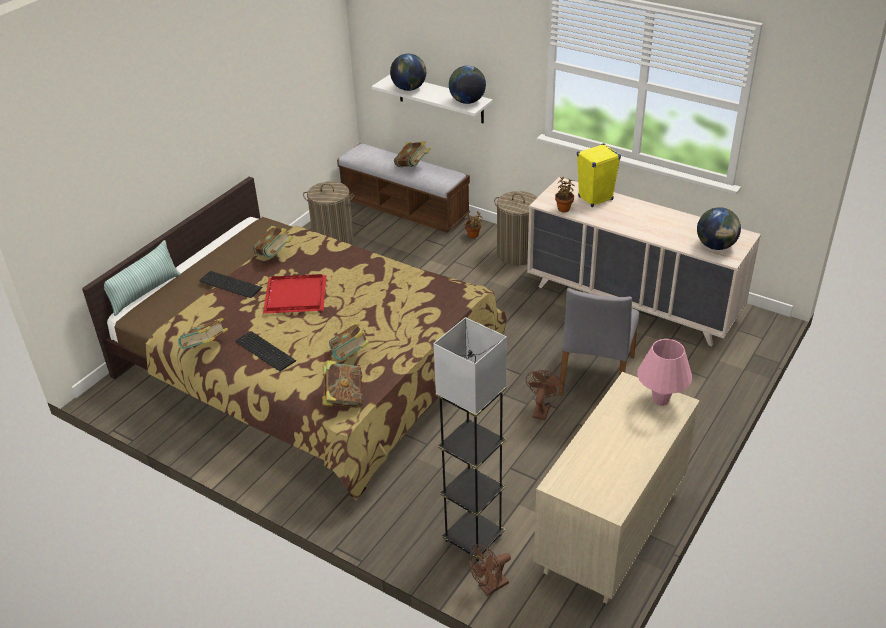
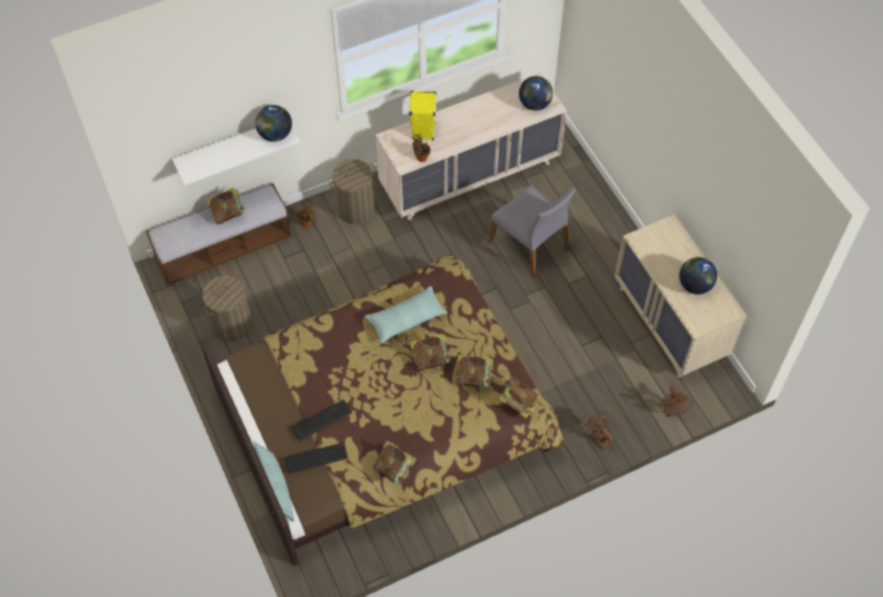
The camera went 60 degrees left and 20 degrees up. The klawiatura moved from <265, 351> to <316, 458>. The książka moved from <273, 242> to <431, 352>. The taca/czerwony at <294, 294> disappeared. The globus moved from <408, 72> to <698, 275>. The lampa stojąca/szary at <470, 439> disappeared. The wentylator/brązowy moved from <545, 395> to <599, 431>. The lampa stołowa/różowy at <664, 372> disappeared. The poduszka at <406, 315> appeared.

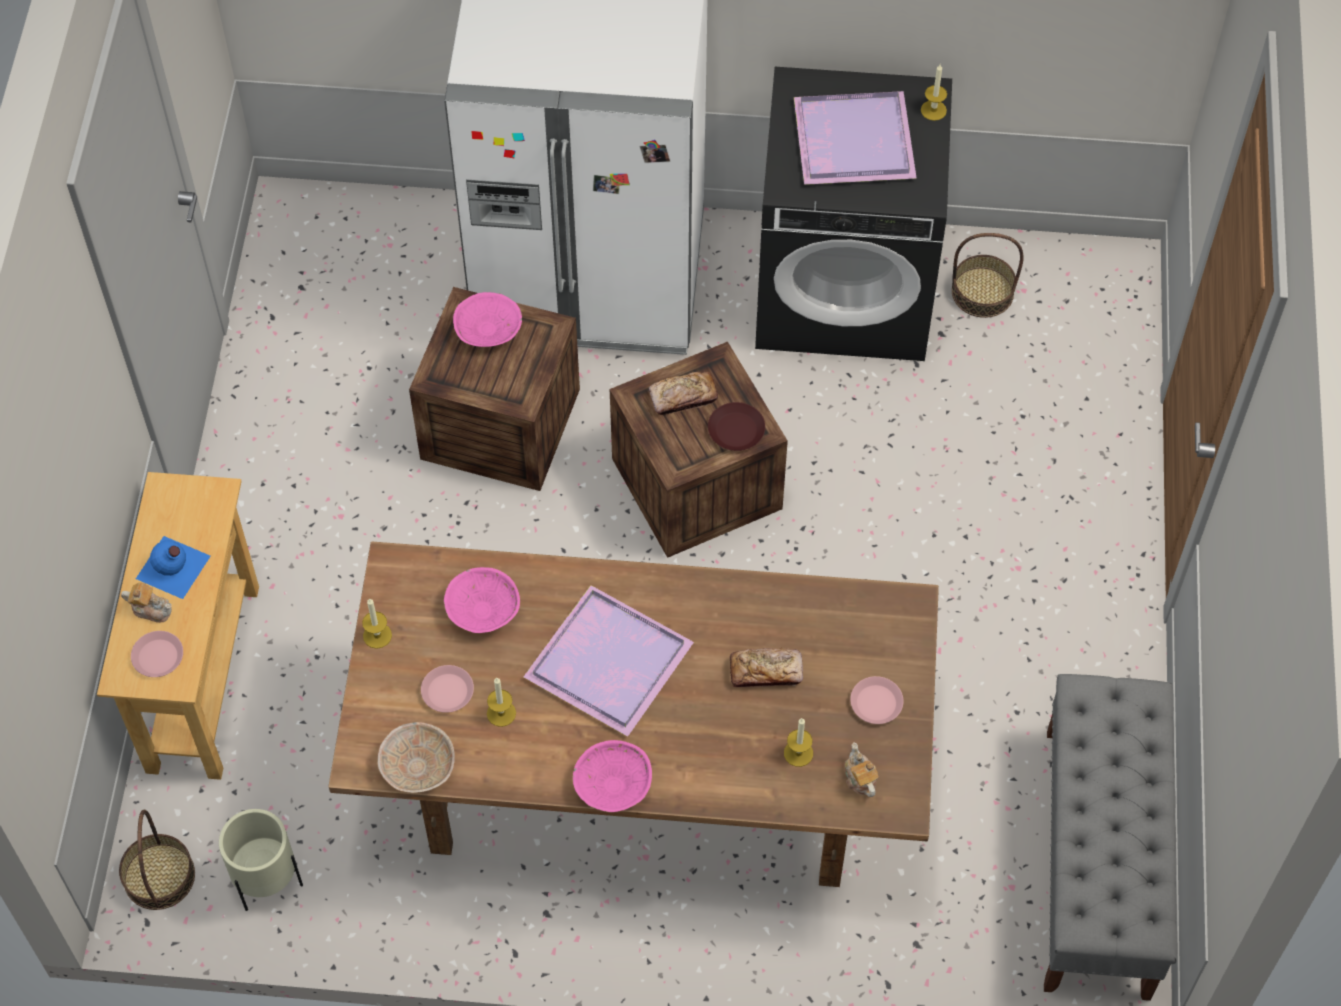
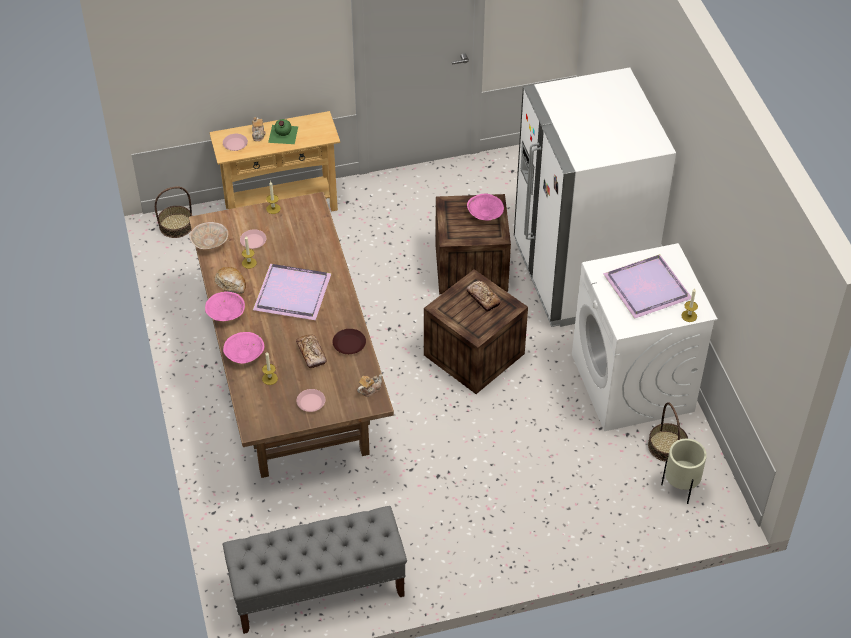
The camera went 70 degrees right and 10 degrees down. The butelka/niebieski at <173, 567> became the butelka/zielony at <283, 131>. The donica/beżowy moved from <261, 860> to <684, 471>. The miska/różowy moved from <482, 600> to <243, 348>. The talerz/brązowy moved from <736, 426> to <349, 341>. The pralka/czarny at <853, 214> became the pralka/biały at <645, 337>. The imbryk moved from <862, 770> to <370, 385>. The chleb at <230, 280> appeared.

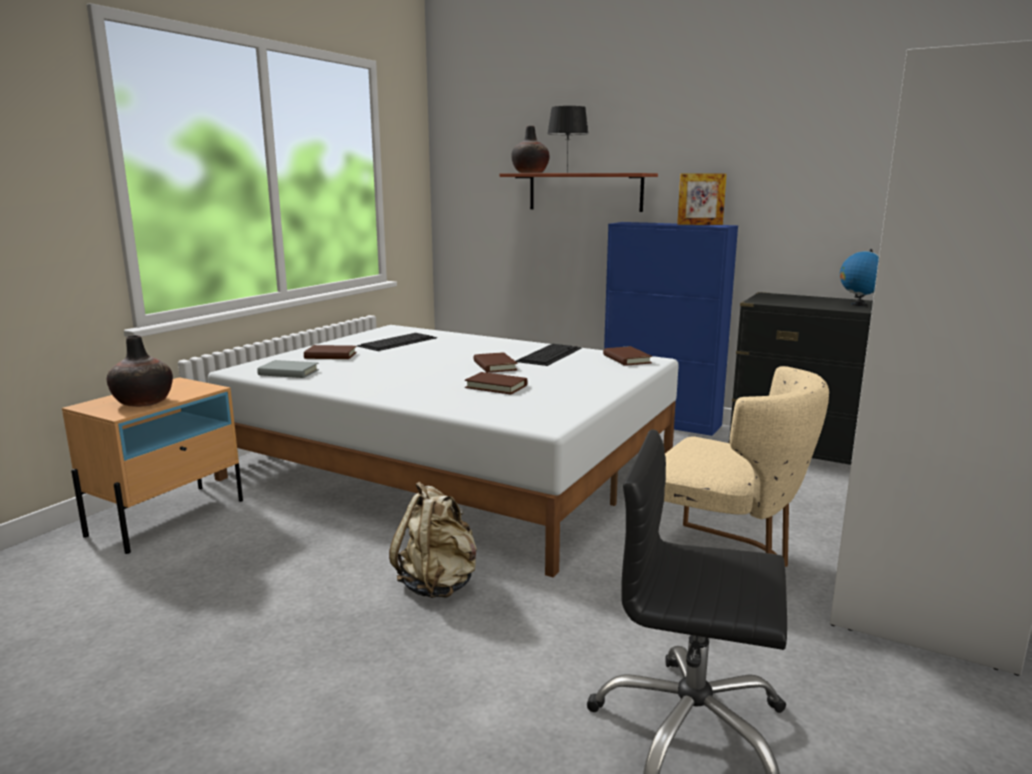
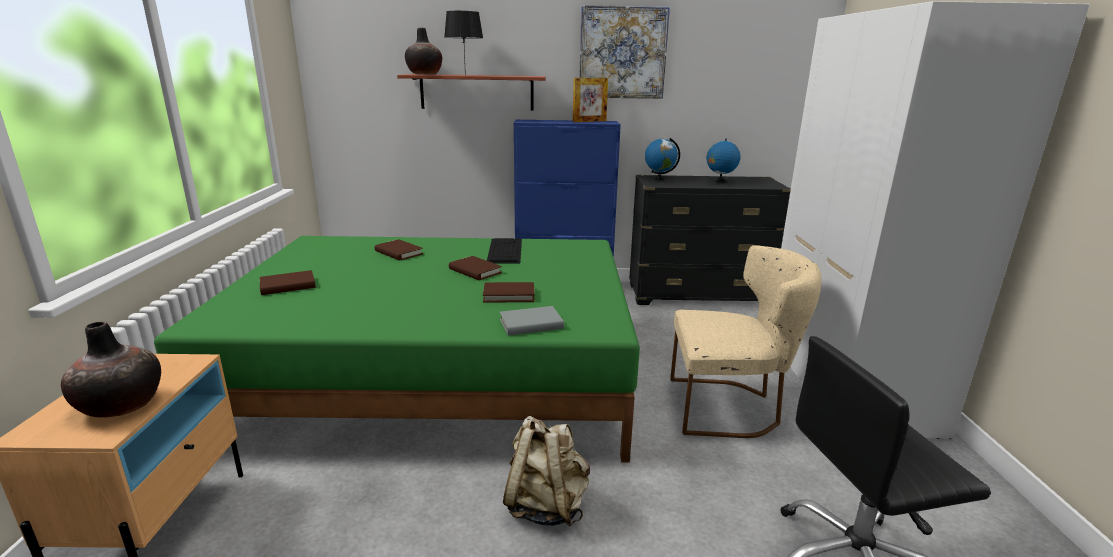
The camera went 30 degrees left and 5 degrees up. The łóżko/biały at <443, 451> became the łóżko/zielony at <397, 349>. The książka/szary moved from <288, 369> to <532, 320>. The klawiatura at <397, 342> disappeared. The książka/brązowy moved from <627, 356> to <399, 250>. The obraz at <624, 52> appeared. The globus at <662, 159> appeared.

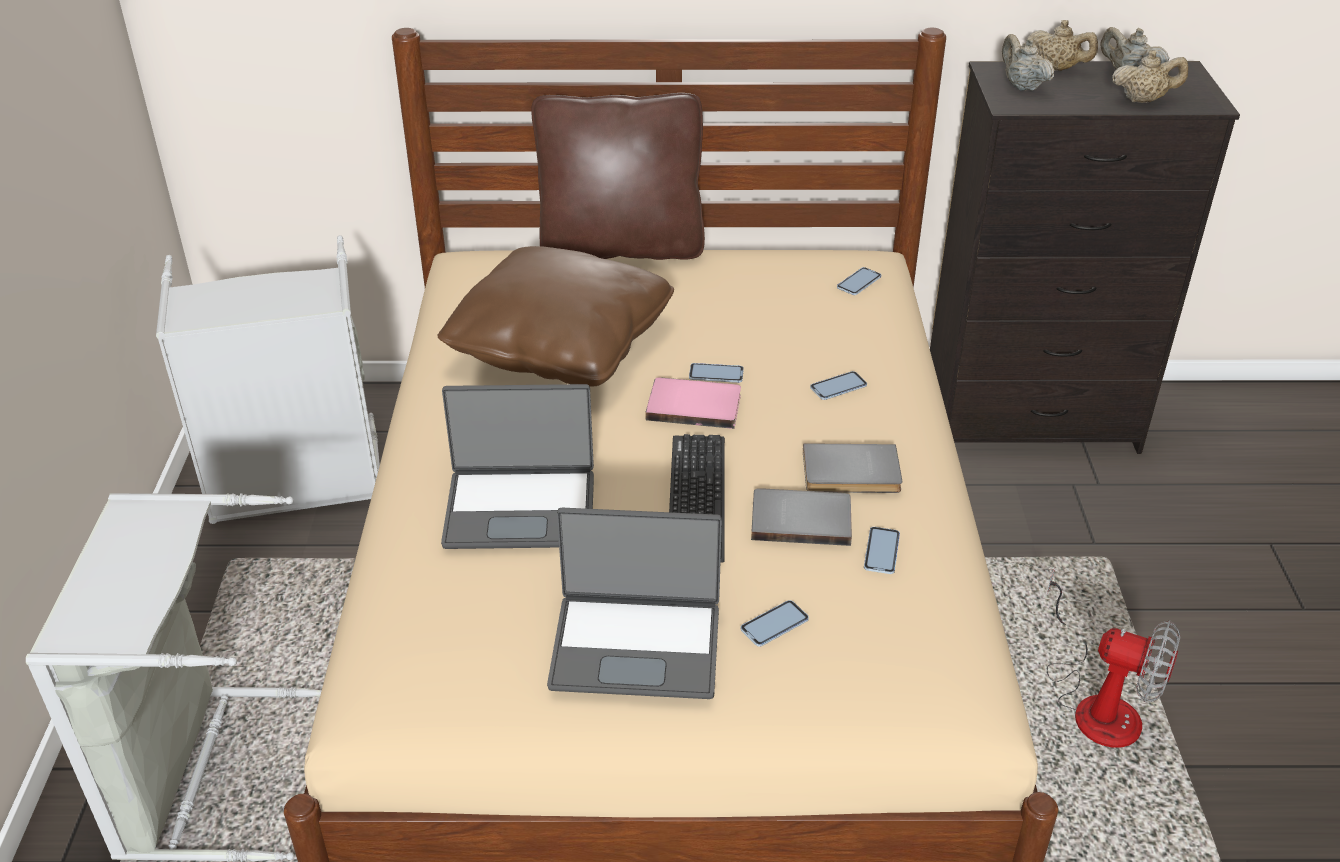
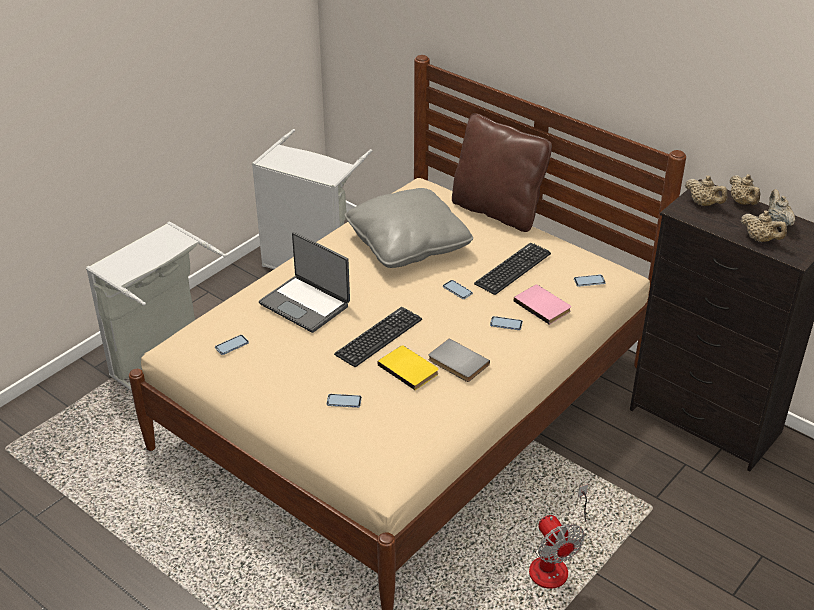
The camera went 40 degrees right and 0 degrees up. The poduszka/brązowy at <556, 316> became the poduszka/szary at <409, 228>. The laptop at <634, 603> disappeared. The książka/różowy moved from <693, 403> to <542, 305>. The książka/szary at <801, 517> became the książka/żółty at <408, 367>. The telefon moved from <882, 550> to <232, 345>. The imbryk/beżowy at <1028, 62> turned 120 degrees clockwise. The klawiatura at <512, 269> appeared.

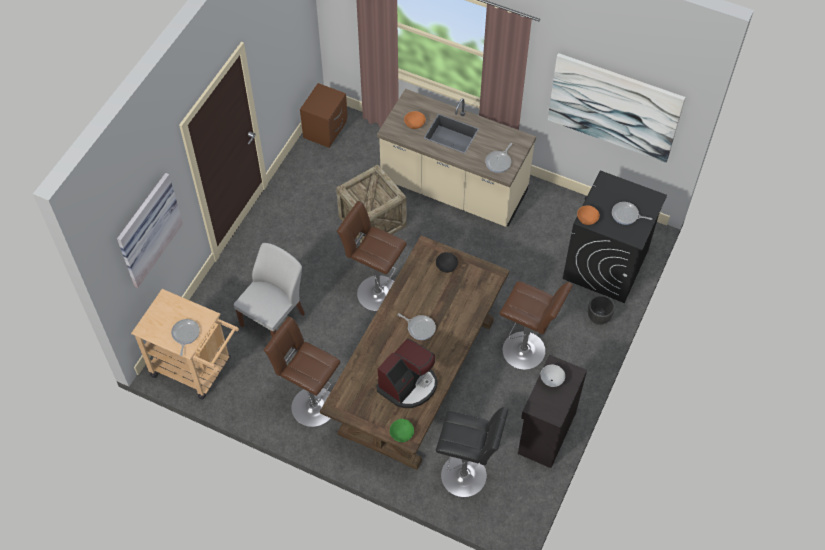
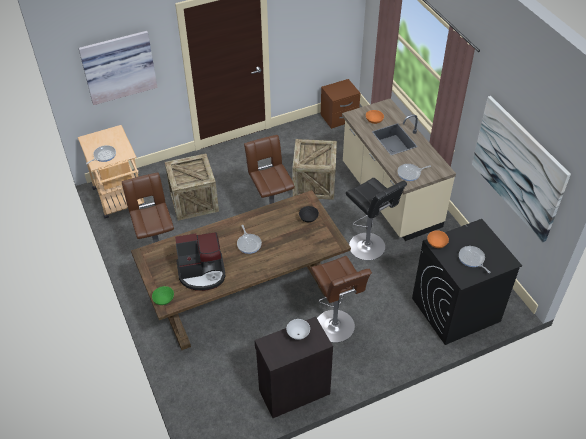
The camera went 40 degrees right and 10 degrees down. The krzesło/biały at <269, 290> was replaced by the skrzynka at <192, 187>. The stołek/czarny moved from <472, 452> to <376, 219>. The donica/czarny at <601, 310> disappeared.

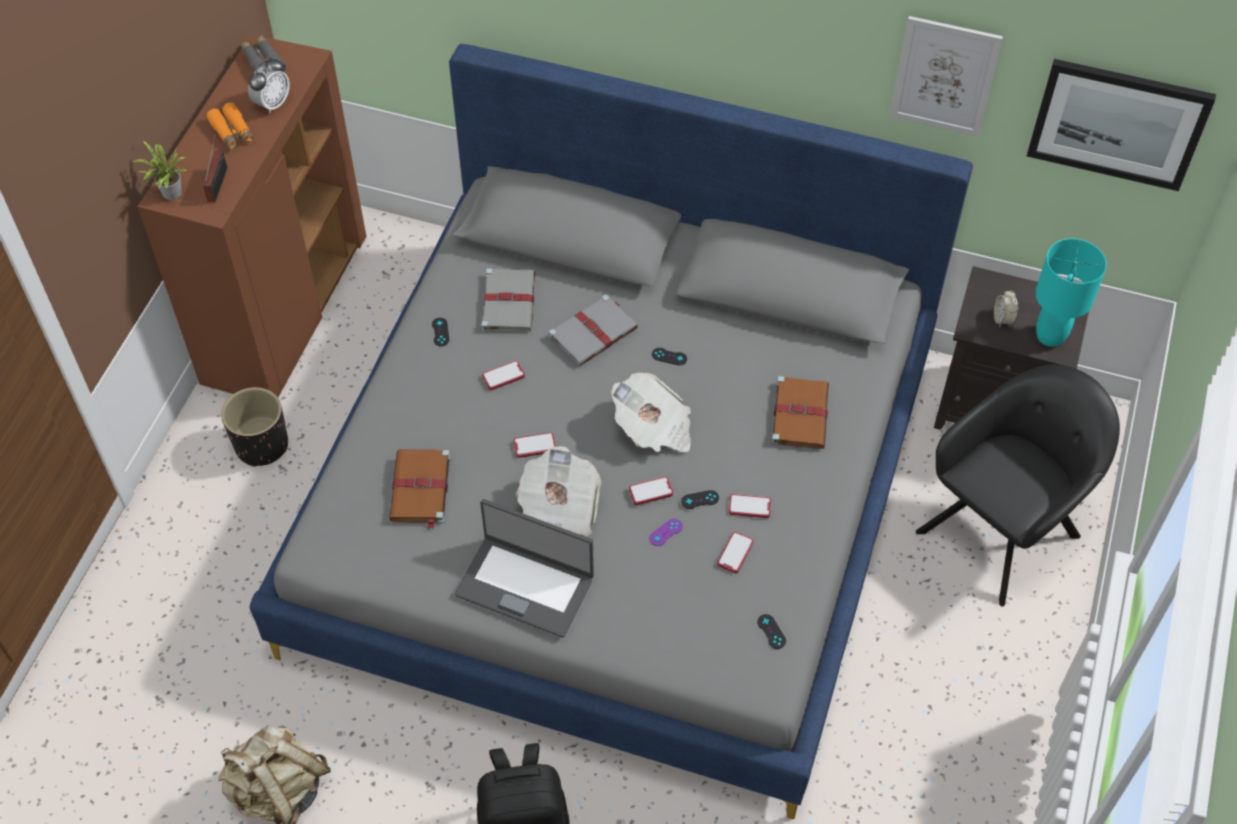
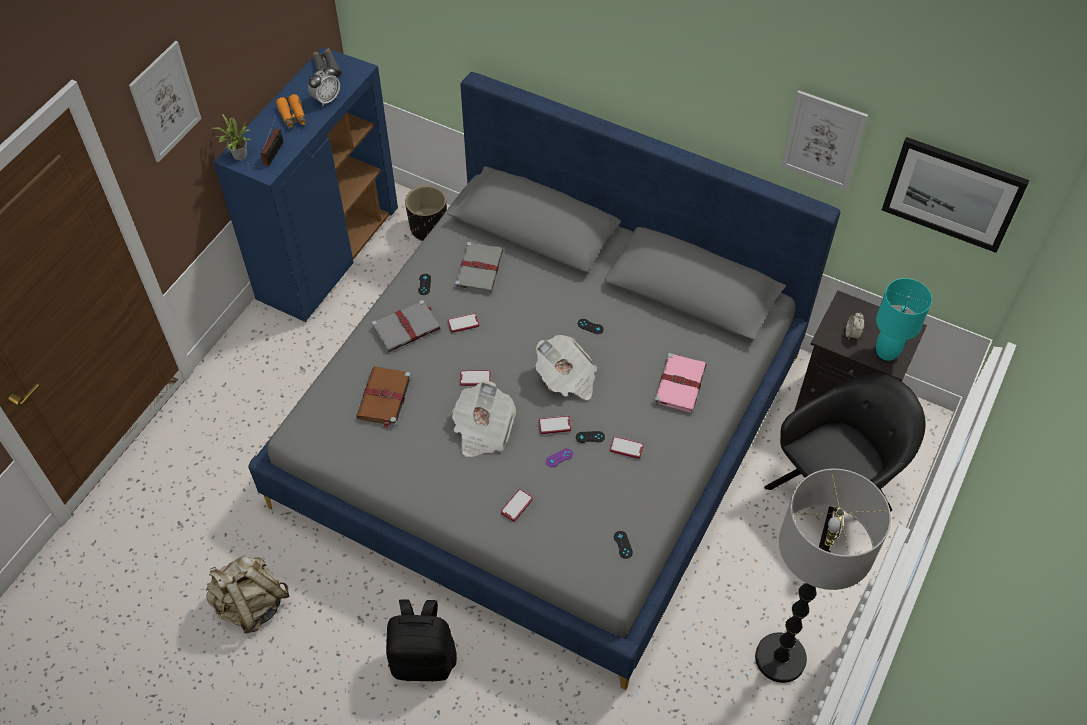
The camera went 10 degrees right and 0 degrees up. The szafka/brązowy at <252, 216> became the szafka/niebieski at <306, 184>. The donica/czarny moved from <254, 427> to <426, 213>. The laptop at <524, 568> disappeared. The książka/szary moved from <593, 330> to <406, 326>. The telefon moved from <735, 552> to <517, 505>. The książka/brązowy at <800, 412> became the książka/różowy at <680, 383>. The obraz at <165, 101> appeared. The lampa stojąca at <823, 576> appeared.

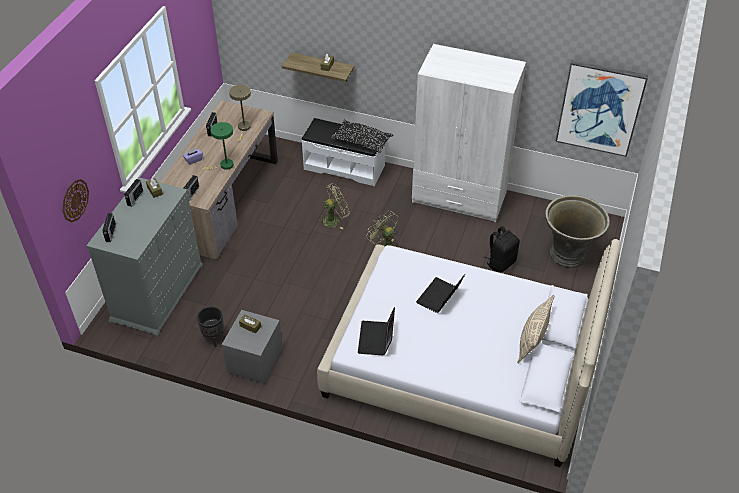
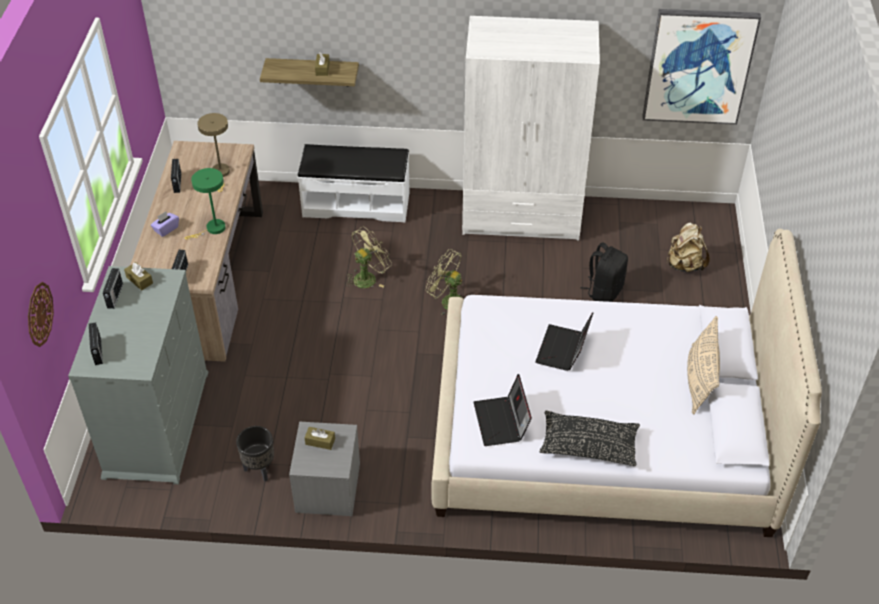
The camera went 15 degrees left and 0 degrees up. The poduszka/czarny moved from <362, 136> to <589, 438>. The donica/szary at <577, 231> was replaced by the plecak/beżowy at <688, 247>.

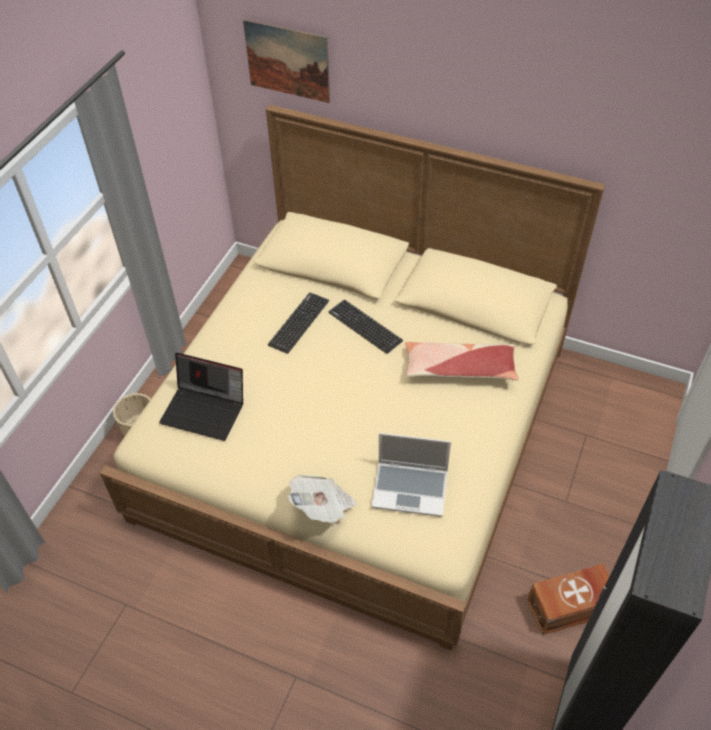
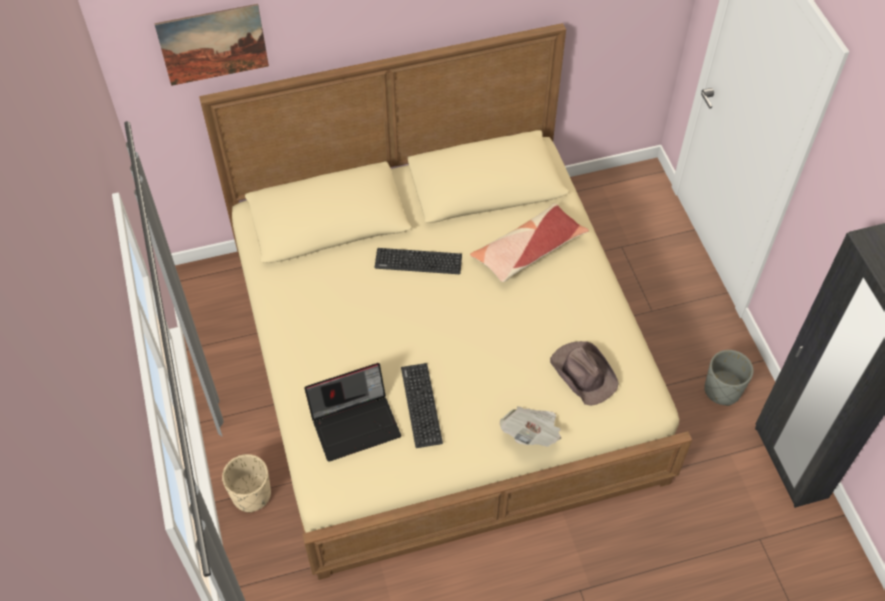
The camera went 40 degrees left and 5 degrees up. The klawiatura moved from <298, 323> to <422, 405>. The laptop at <411, 475> was replaced by the kapelusz/brązowy at <584, 373>. The pojemnik do przechowywania/brązowy at <568, 599> was replaced by the donica/szary at <729, 378>.

